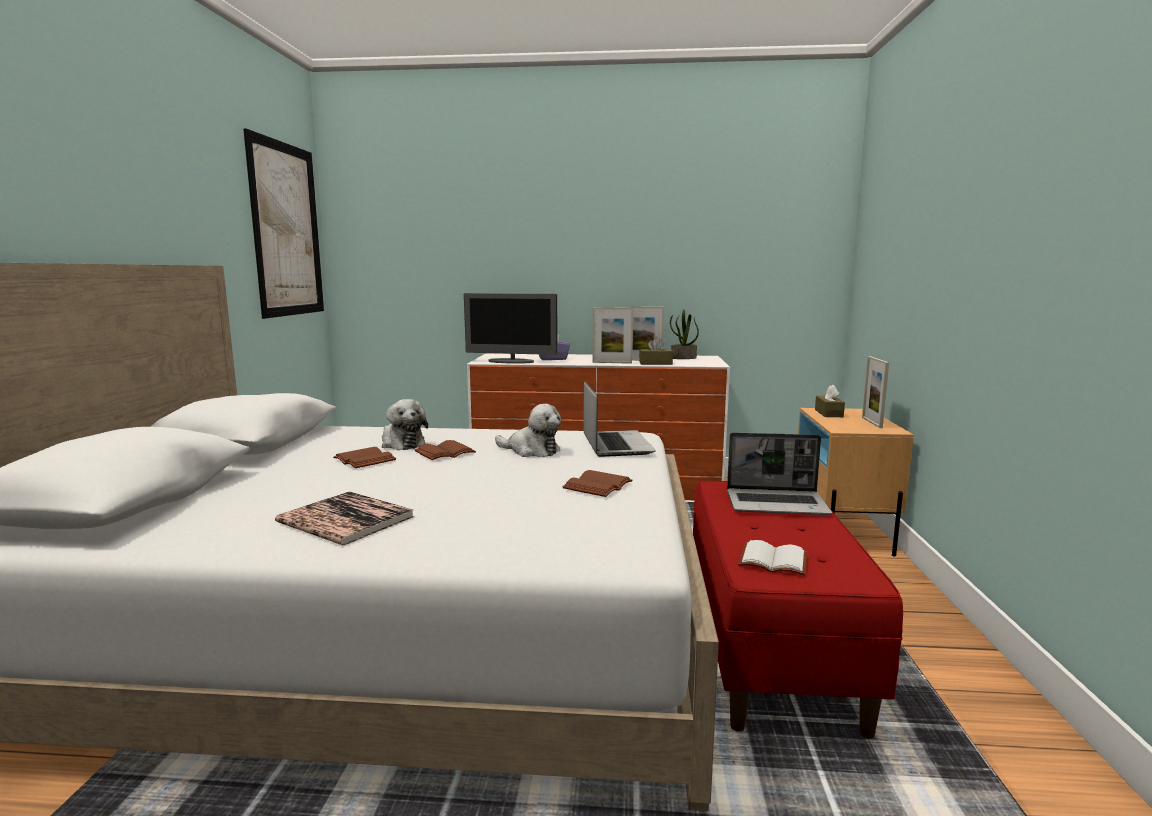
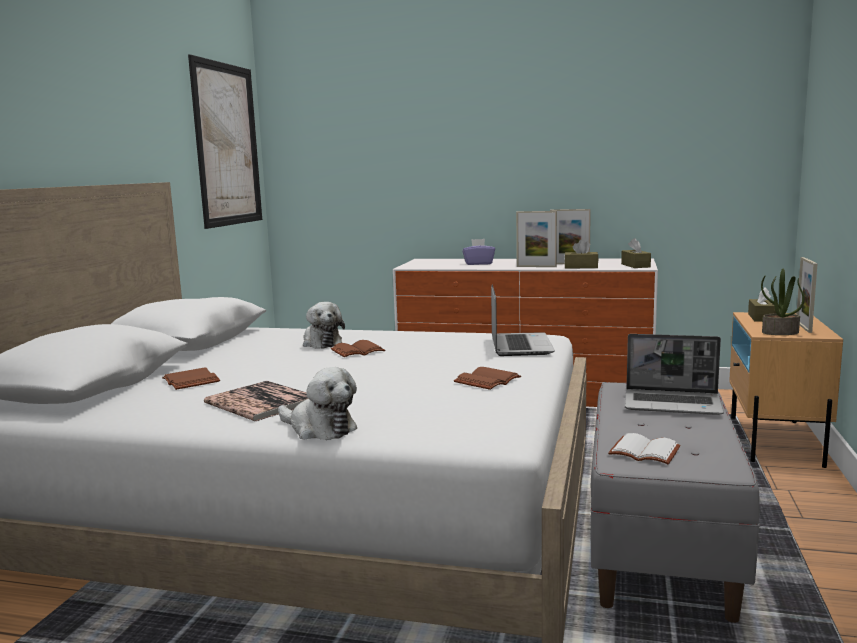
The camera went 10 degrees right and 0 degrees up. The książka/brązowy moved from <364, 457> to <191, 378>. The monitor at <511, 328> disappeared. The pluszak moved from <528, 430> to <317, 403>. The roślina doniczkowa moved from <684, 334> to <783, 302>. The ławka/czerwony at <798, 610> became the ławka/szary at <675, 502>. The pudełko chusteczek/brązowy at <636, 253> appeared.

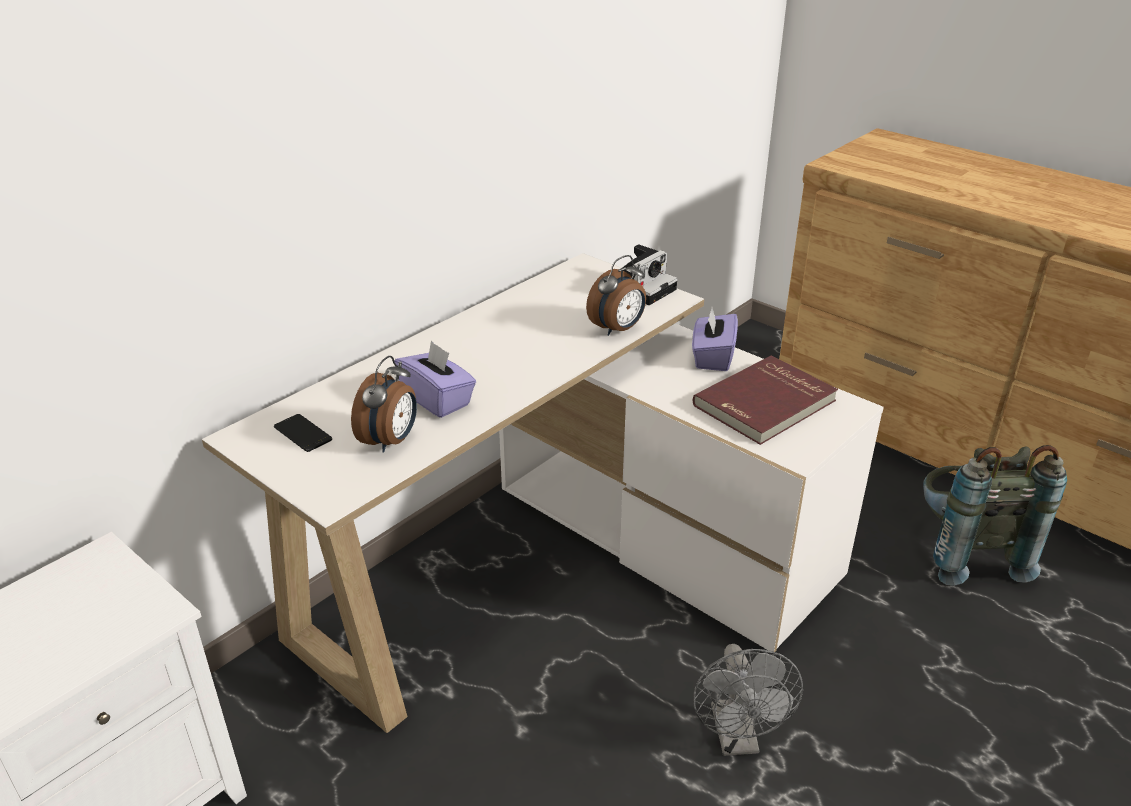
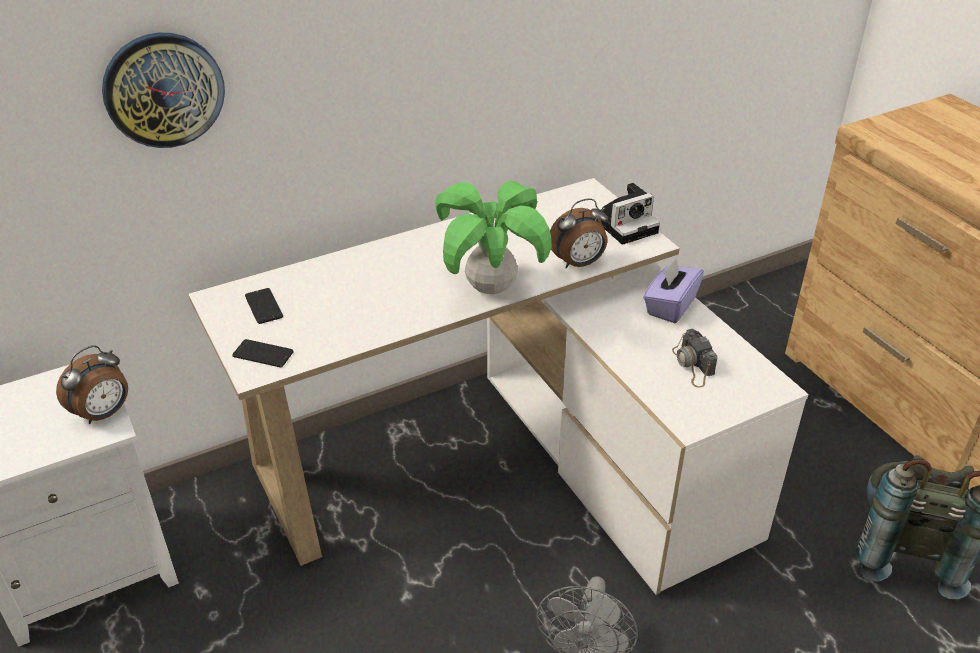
The camera went 20 degrees right and 5 degrees up. The budzik moved from <384, 404> to <92, 384>. The pudełko chusteczek/fioletowy at <435, 379> disappeared. The książka/czerwony at <765, 400> was replaced by the aparat fotograficzny at <695, 358>. The zegar ścienny at <163, 90> appeared. The telefon at <263, 353> appeared. The roślina doniczkowa at <494, 237> appeared.

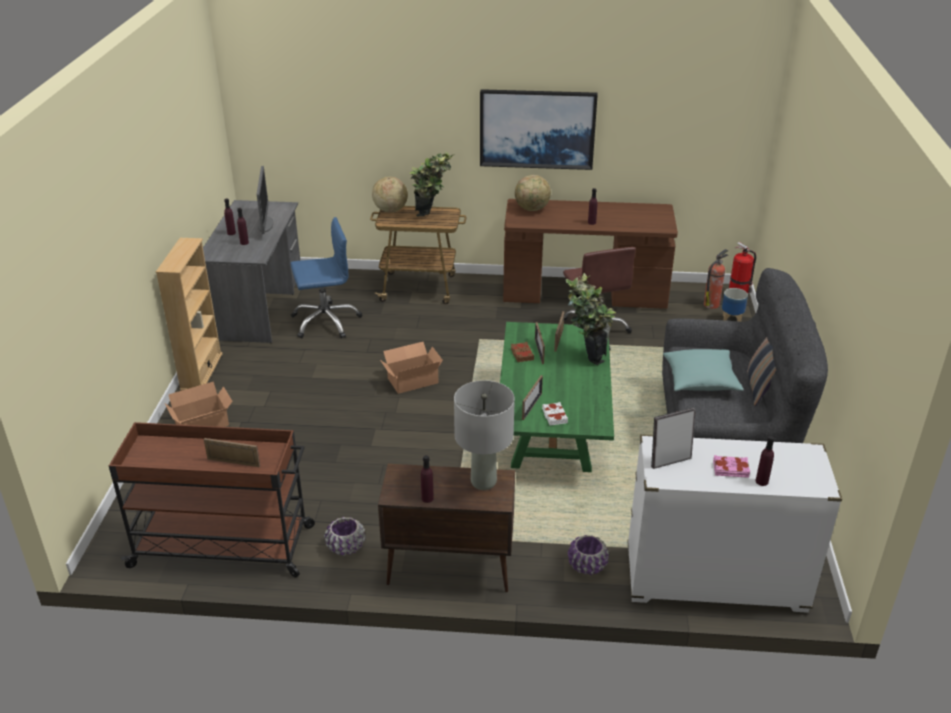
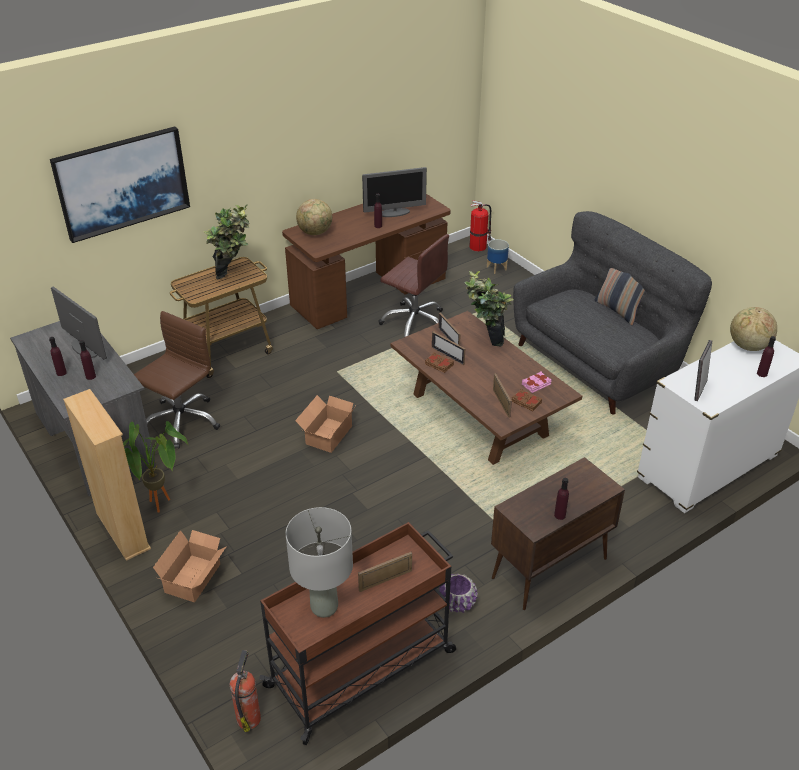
The camera went 40 degrees left and 5 degrees up. The krzesło biurowe/niebieski at <326, 278> became the krzesło biurowe/brązowy at <177, 380>. The globus moved from <390, 195> to <753, 329>. The lampa stołowa/szary moved from <484, 435> to <319, 562>. The obraz moved from <539, 129> to <120, 184>. The ława/zielony at <557, 397> became the ława/brązowy at <486, 388>. The książka/biały at <555, 414> became the książka/brązowy at <527, 400>. The donica/fioletowy at <588, 555> disappeared. The poduszka/turkusowy at <703, 370> disappeared. The gaśnica moved from <716, 279> to <245, 691>. The książka/różowy moved from <731, 466> to <537, 382>. The roślina doniczkowa at <155, 467> appeared. The monitor at <394, 192> appeared.

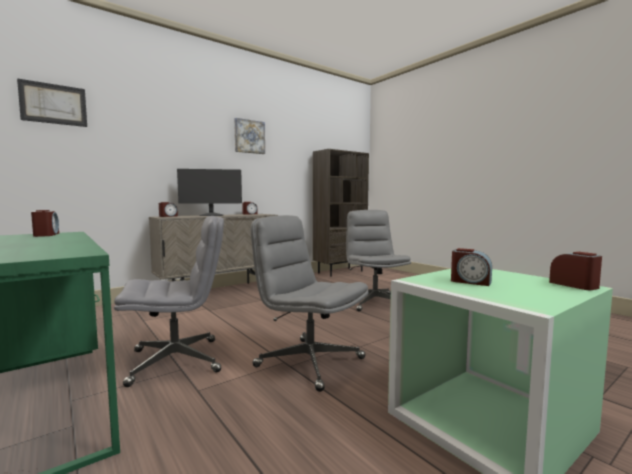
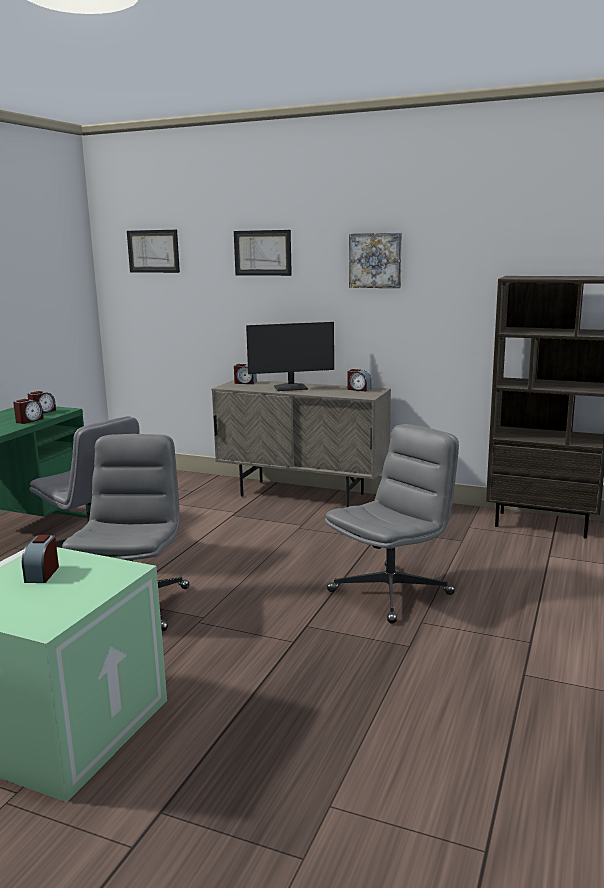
The camera went 60 degrees right and 10 degrees up. The monitor at <209, 192> turned 60 degrees counterclockwise. The budzik moved from <575, 271> to <28, 411>. The obraz at <263, 253> appeared.

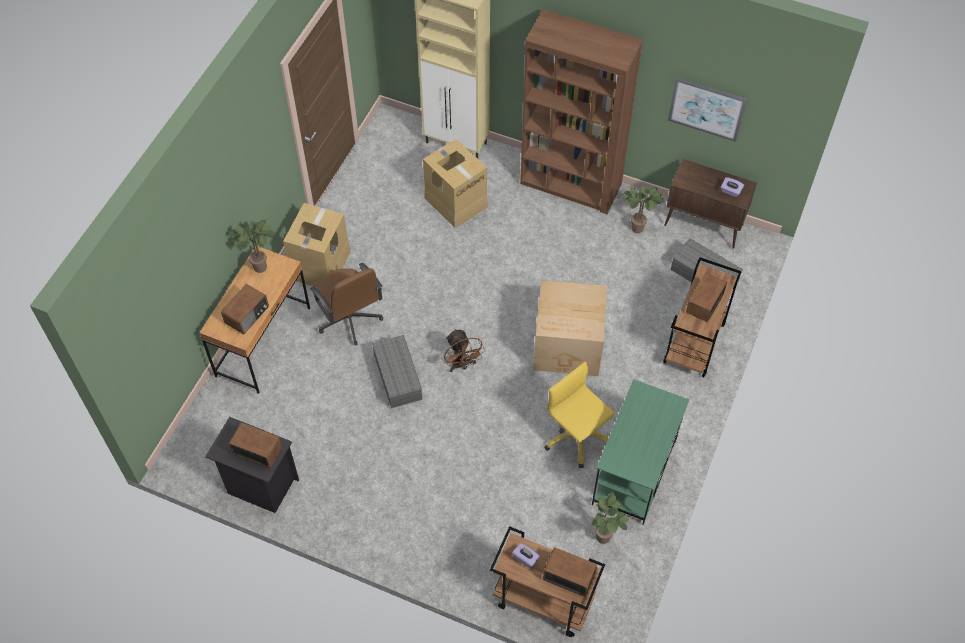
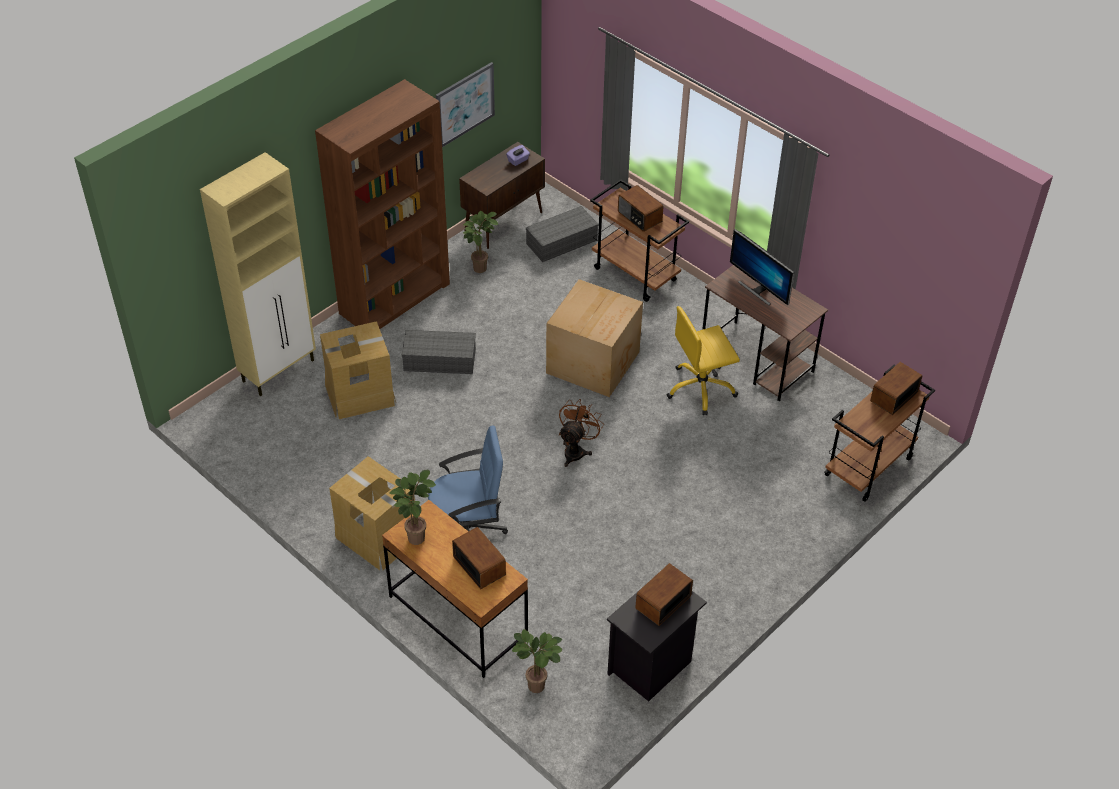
The camera went 70 degrees left and 10 degrees down. The krzesło biurowe/brązowy at <347, 304> became the krzesło biurowe/niebieski at <468, 480>. The pojemnik do przechowywania/szary moved from <397, 371> to <439, 352>. The wentylator/brązowy at <464, 350> turned 60 degrees counterclockwise. The pudełko chusteczek/fioletowy at <526, 555> disappeared. The roślina doniczkowa moved from <610, 518> to <537, 661>. The biurko/zielony at <640, 452> became the biurko/brązowy at <765, 333>. The monitor at <762, 267> appeared.

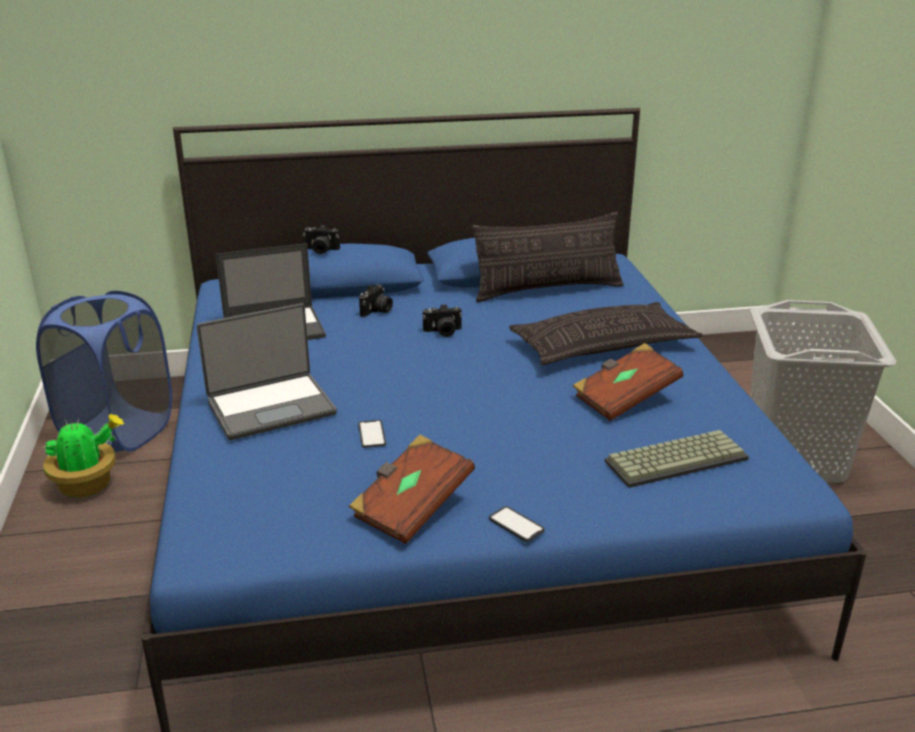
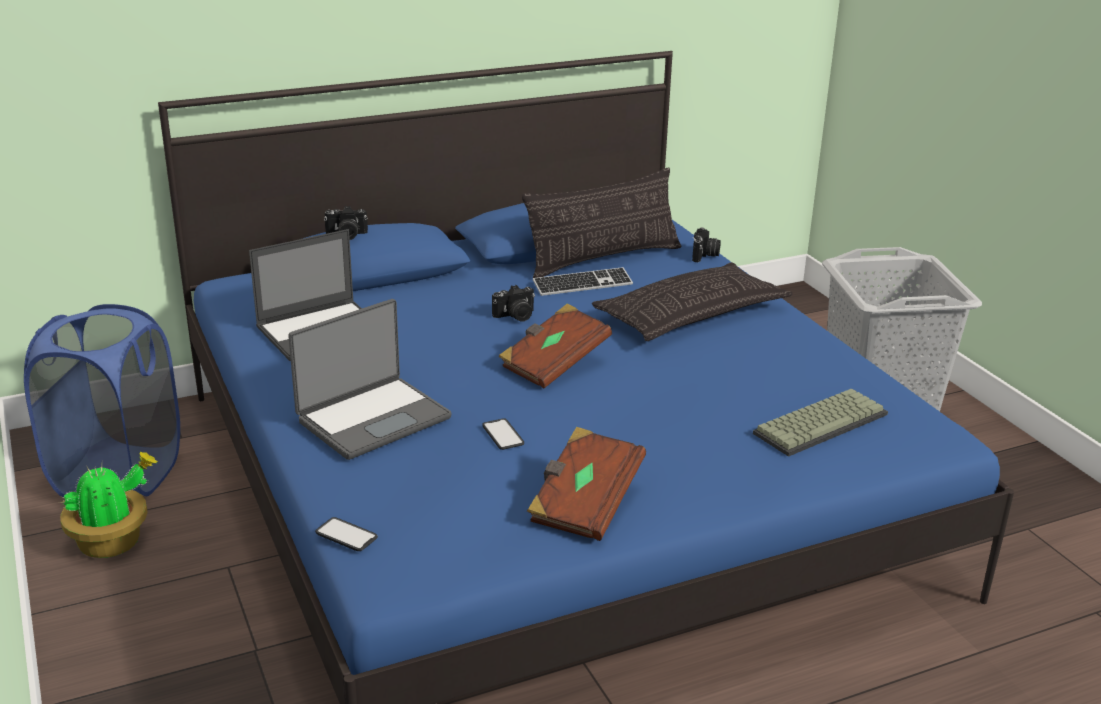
The camera went 15 degrees left and 0 degrees up. The aparat fotograficzny moved from <376, 300> to <706, 245>. The telefon moved from <517, 524> to <346, 534>. The książka/brązowy moved from <628, 382> to <555, 345>. The klawiatura at <583, 281> appeared.

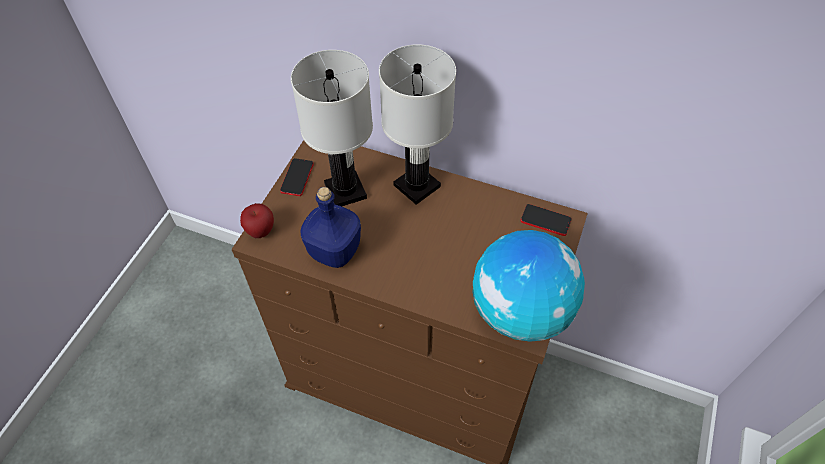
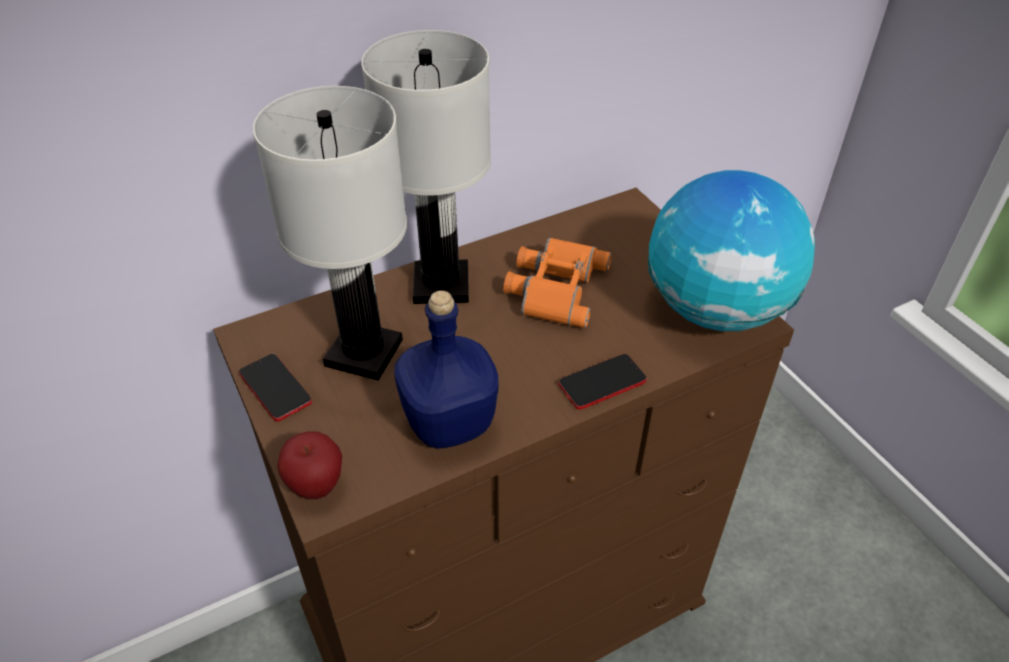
The camera went 50 degrees left and 10 degrees down. The telefon moved from <546, 220> to <603, 381>. The lornetka/pomarańczowy at <557, 282> appeared.

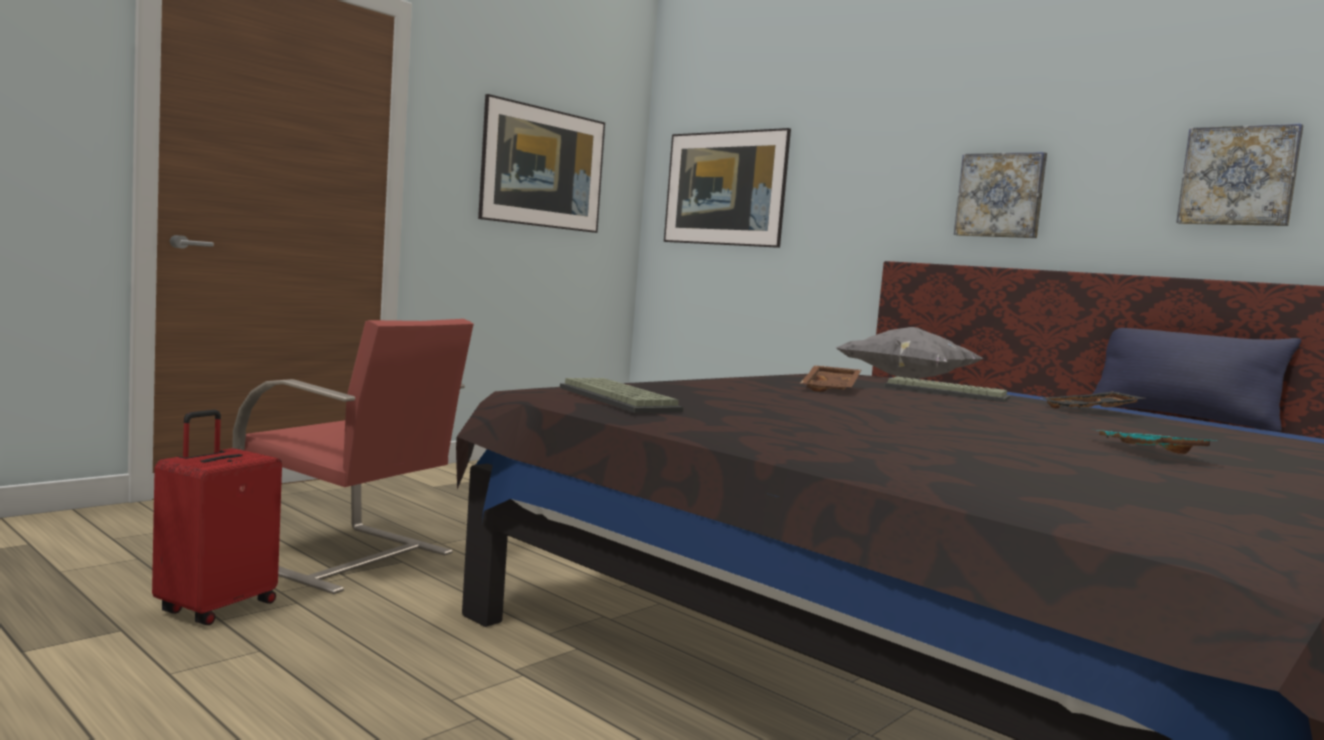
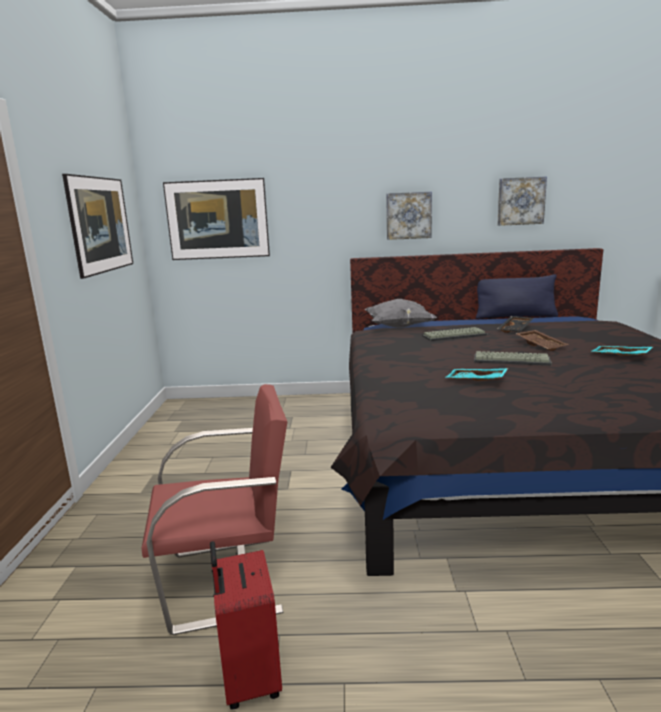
The camera went 40 degrees left and 10 degrees up. The klawiatura moved from <621, 395> to <513, 358>. The taca/brązowy moved from <830, 379> to <542, 340>. The taca/turkusowy at <477, 374> appeared.

